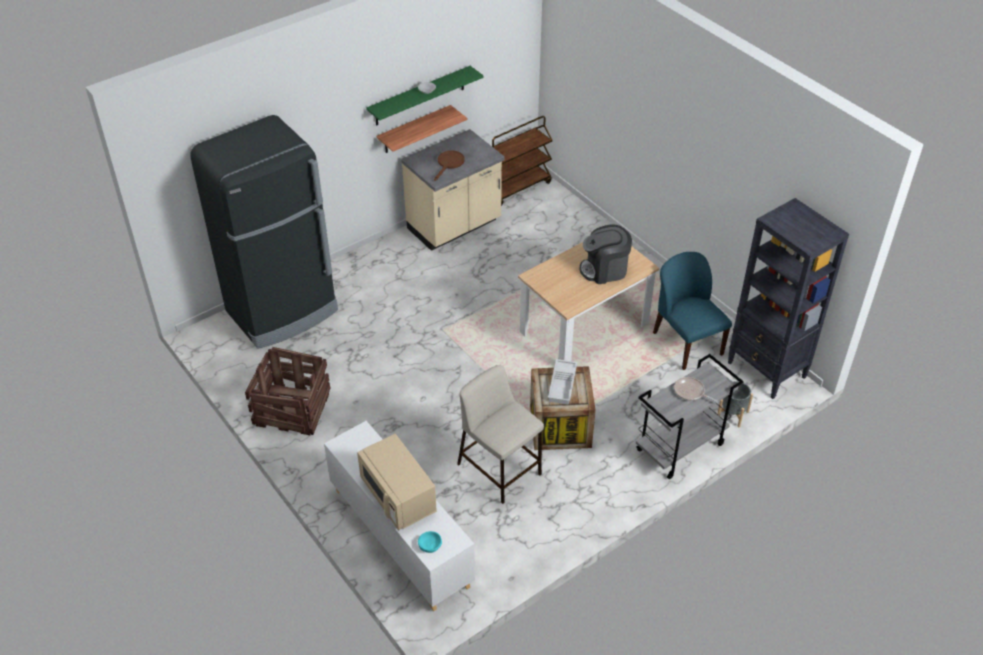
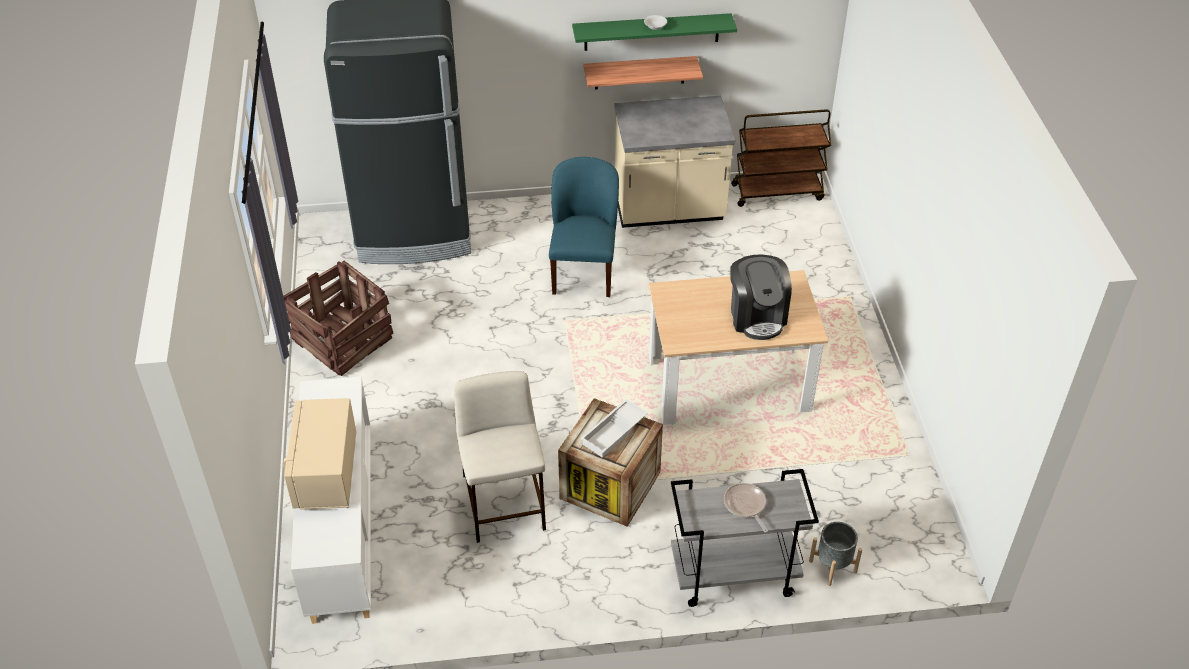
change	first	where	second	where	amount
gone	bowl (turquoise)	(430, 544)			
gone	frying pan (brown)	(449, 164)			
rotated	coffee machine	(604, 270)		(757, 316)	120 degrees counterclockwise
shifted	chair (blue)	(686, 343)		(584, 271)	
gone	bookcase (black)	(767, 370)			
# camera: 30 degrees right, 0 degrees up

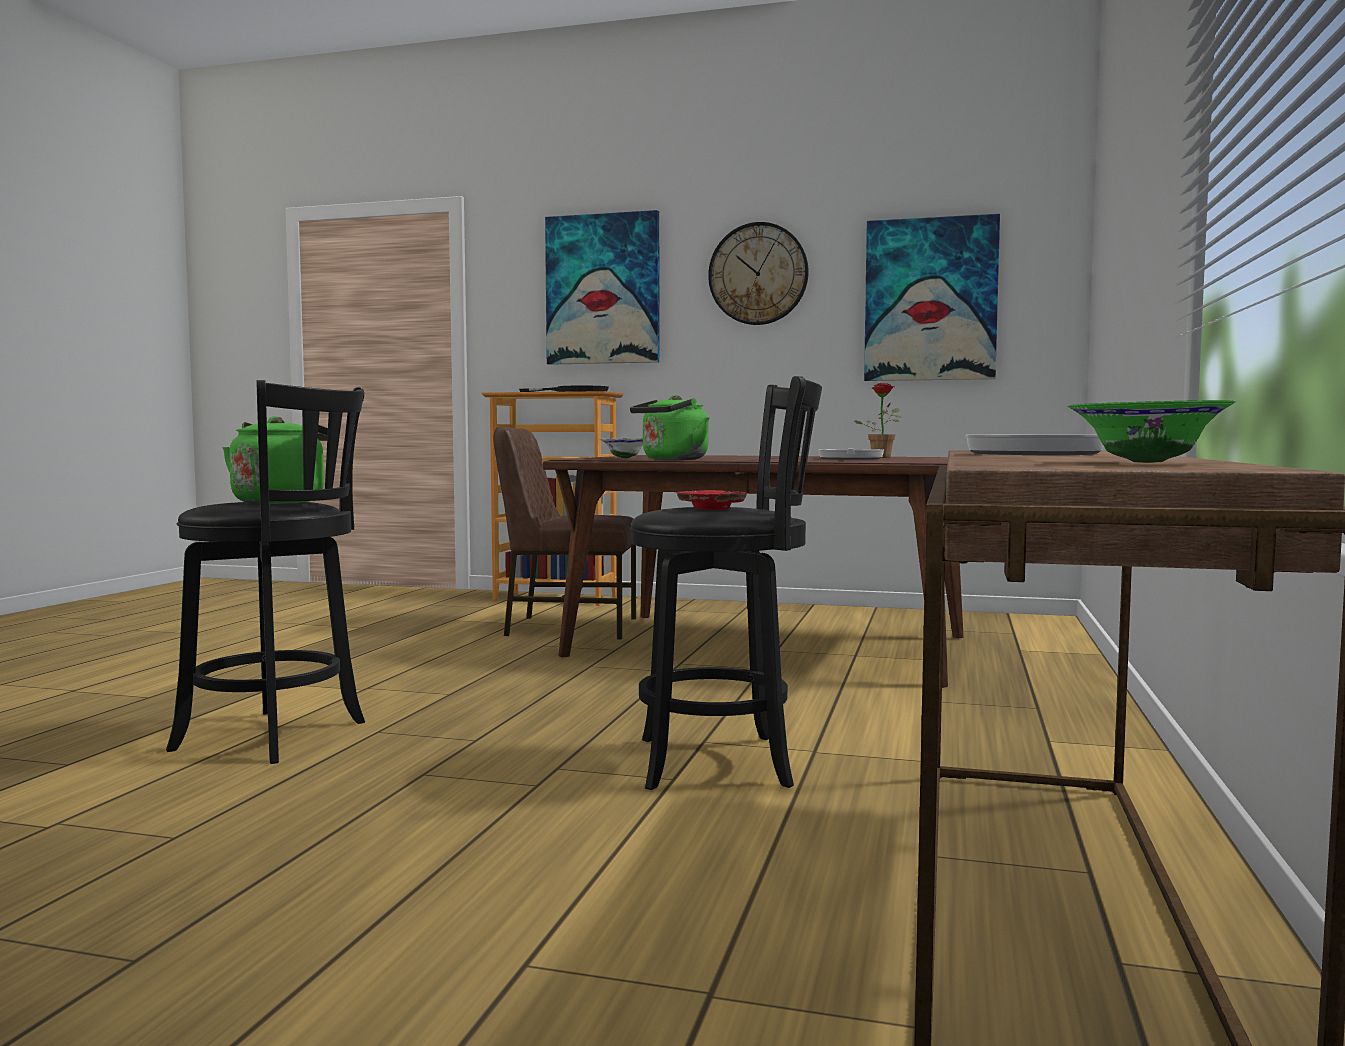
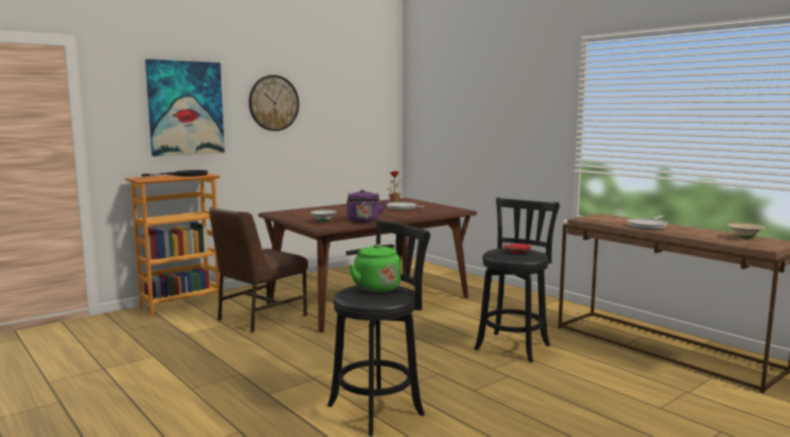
change	first	where	second	where	amount
repainted	kettle (green)	(672, 459)	kettle (purple)	(363, 221)	
gone	picture	(930, 300)			
repainted	bowl (green)	(1147, 462)	bowl (beige)	(744, 238)	
# camera: 55 degrees left, 5 degrees up

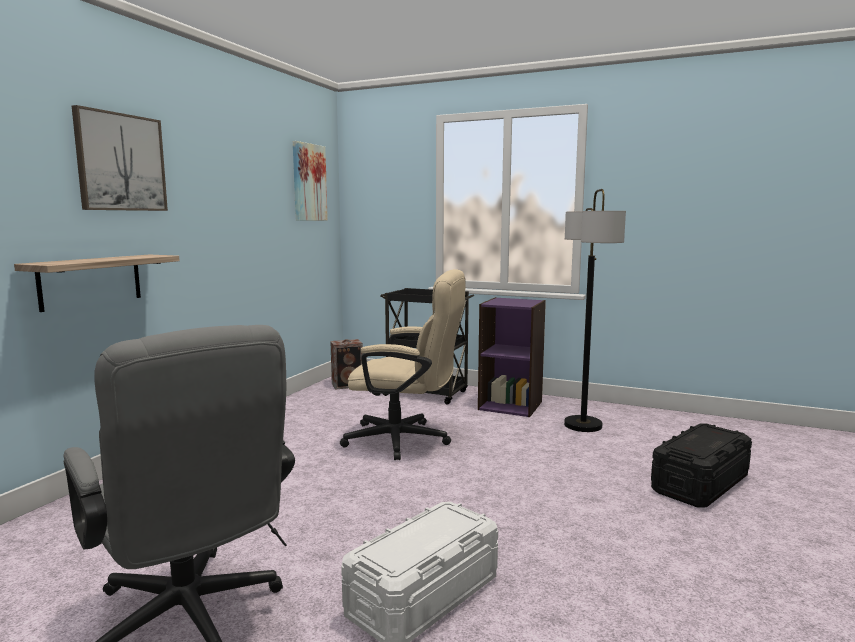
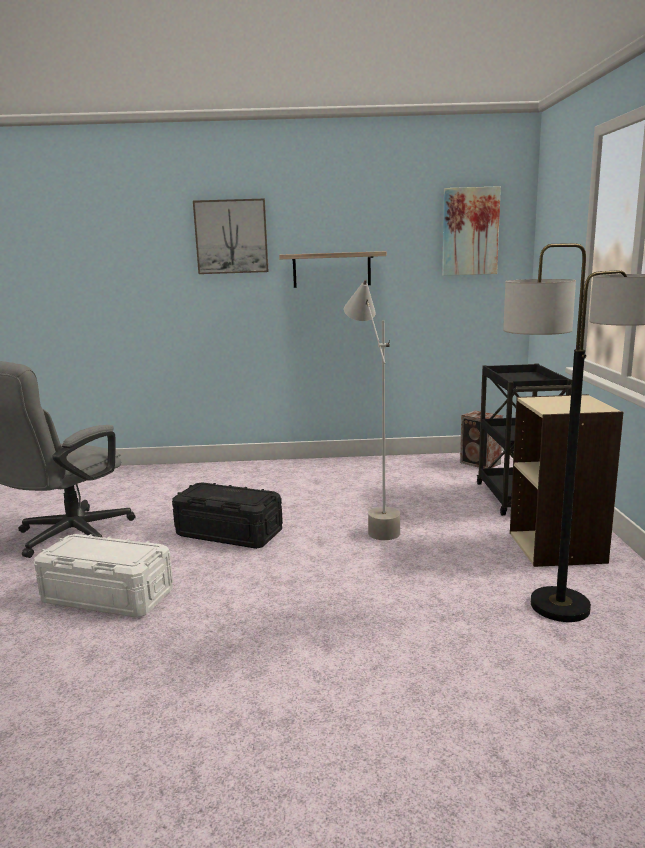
change	first	where	second	where	amount
shifted	shelf	(91, 281)		(331, 269)	
swapped	office chair (beige)	(406, 440)	floor lamp (grey)	(373, 522)	
repainted	bookcase (purple)	(510, 405)	bookcase (beige)	(557, 547)	
shifted	storage box (black)	(700, 483)		(229, 533)	
# camera: 65 degrees right, 5 degrees up

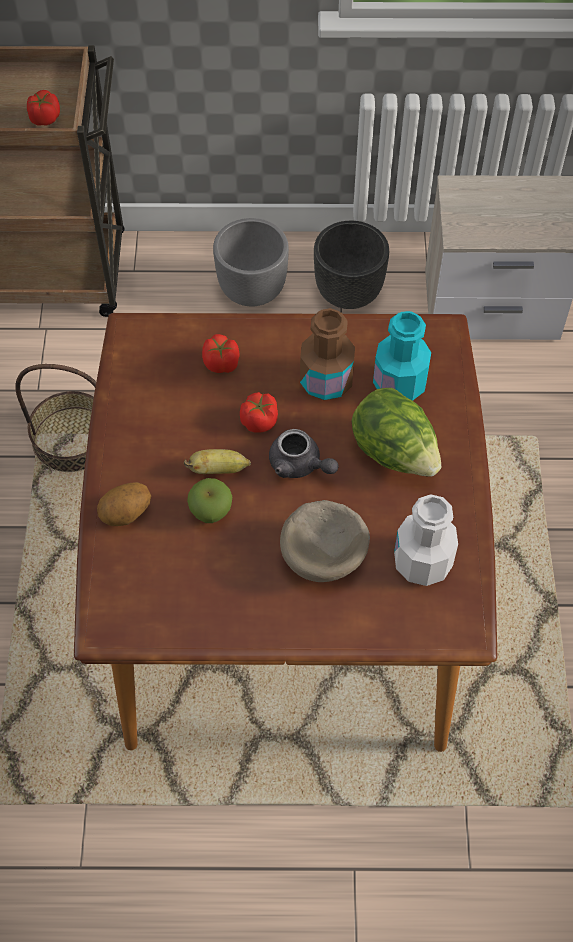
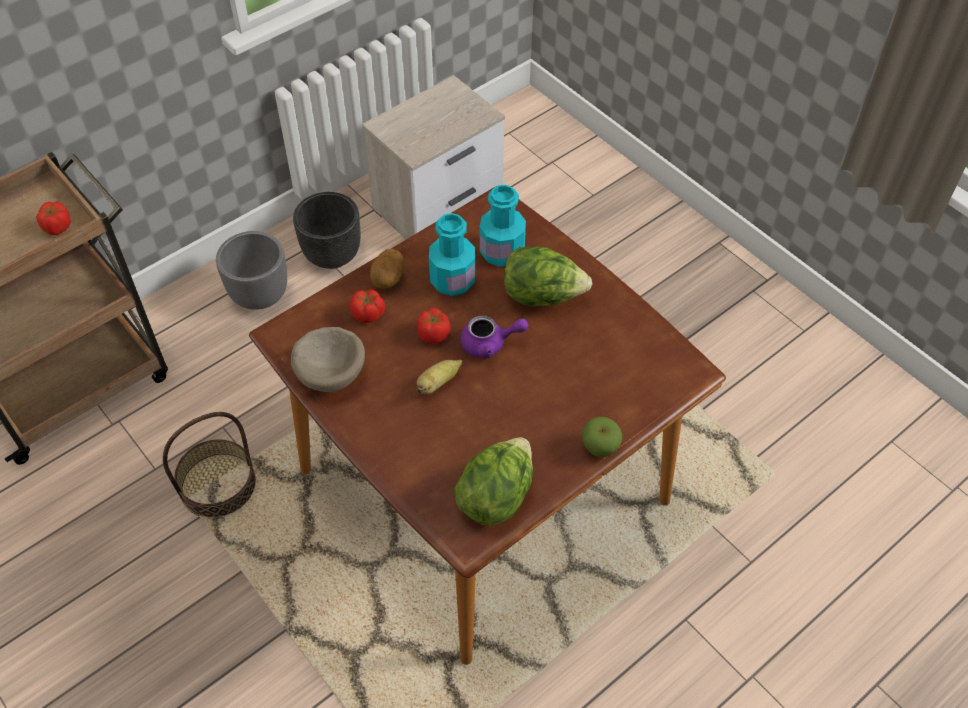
change	first	where	second	where	amount
shifted	potato	(126, 514)		(389, 279)	
shifted	apple	(211, 512)		(600, 448)	
repainted	teapot (grey)	(300, 465)	teapot (purple)	(490, 344)	
shifted	bowl (beige)	(325, 555)		(332, 373)	
repainted	bottle (brown)	(326, 381)	bottle (turquoise)	(452, 280)	
gone	bottle (white)	(422, 562)			
new			lettuce	(496, 496)	
# camera: 40 degrees left, 5 degrees down

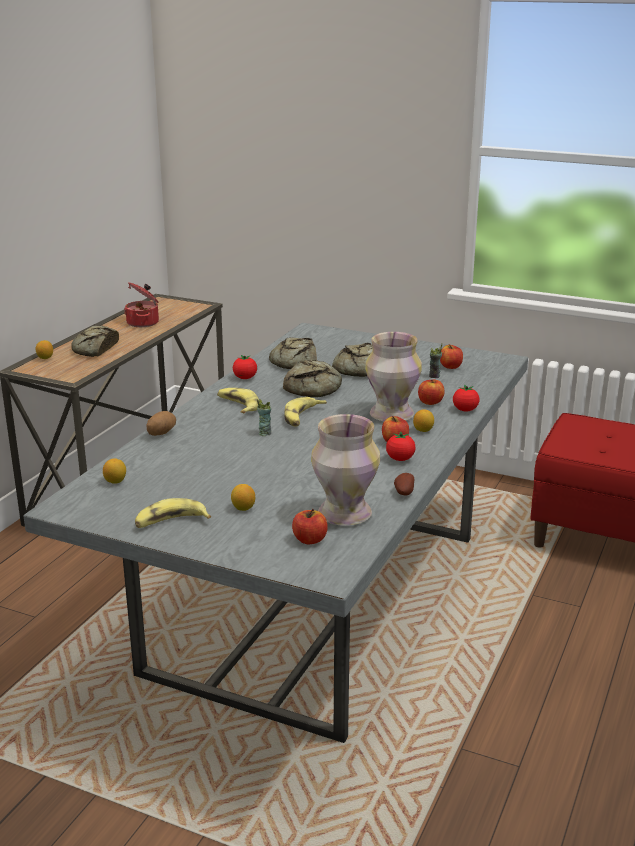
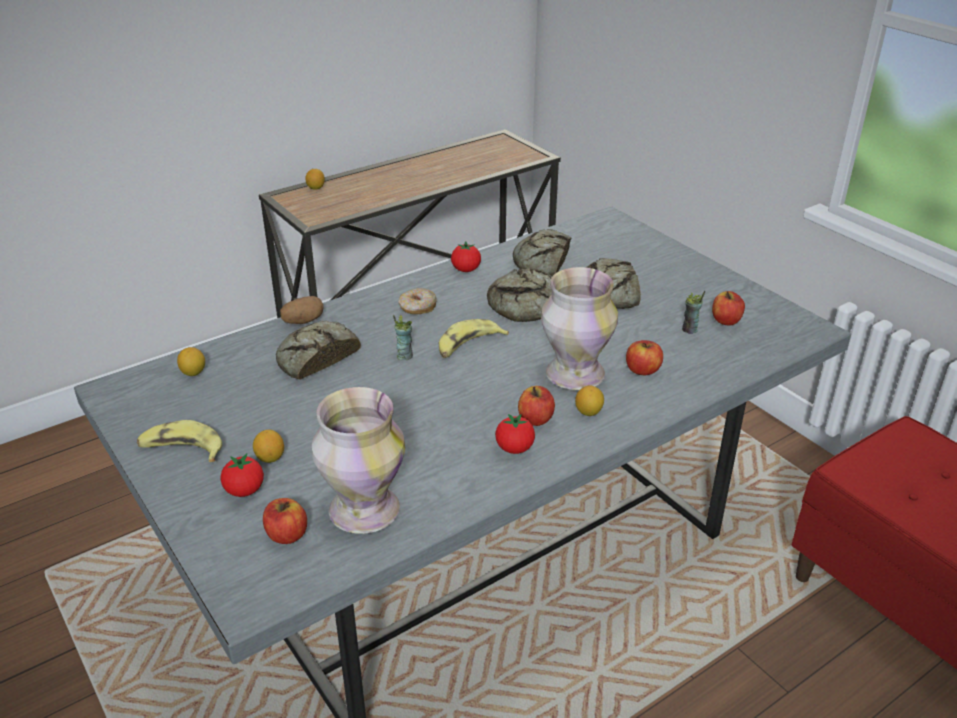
change	first	where	second	where	amount
shifted	bread	(95, 349)		(315, 357)	
gone	cooking pot	(144, 322)			
swapped	banana	(238, 406)	donut	(417, 307)	
gone	potato	(403, 492)			
shifted	tomato	(465, 410)		(244, 490)	
# camera: 30 degrees right, 10 degrees up

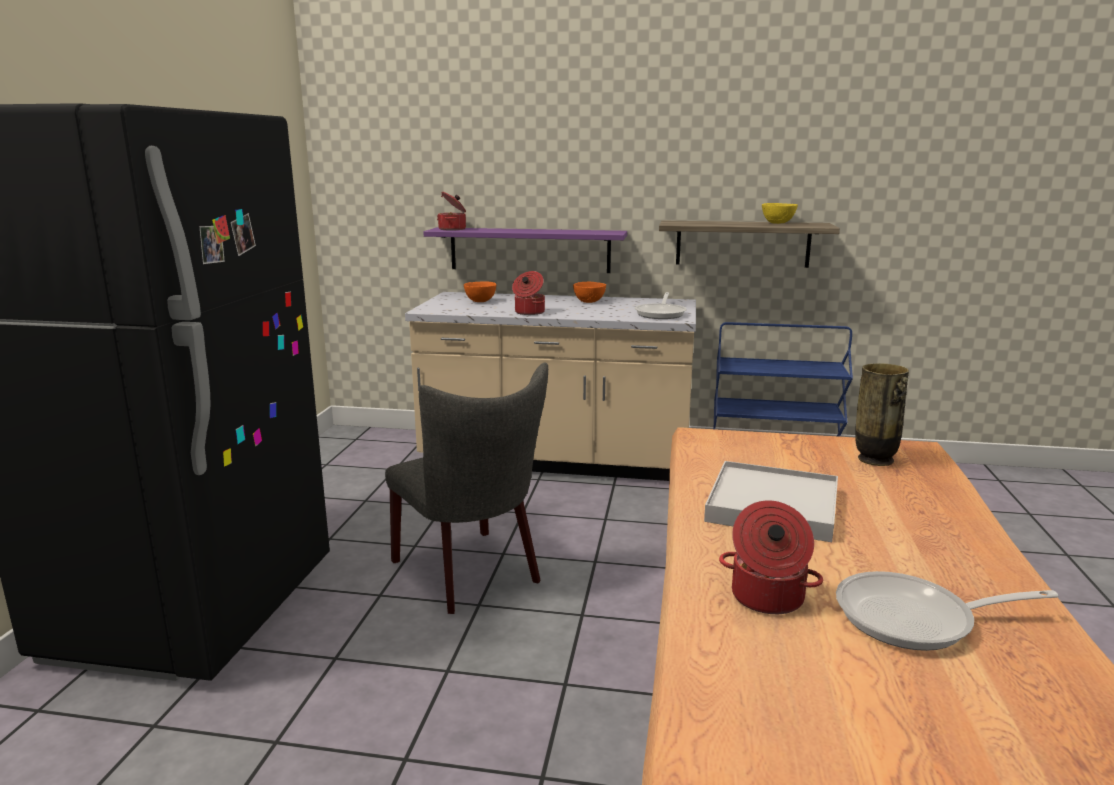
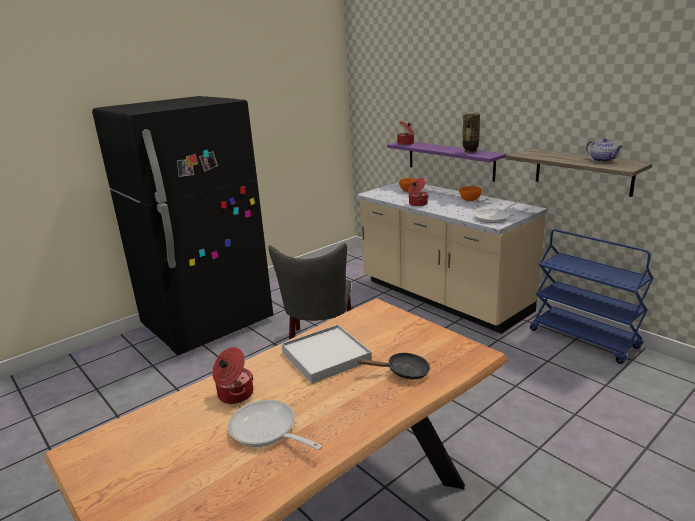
change	first	where	second	where	amount
swapped	bowl (yellow)	(778, 223)	teapot	(602, 160)	
shifted	vase	(875, 460)		(470, 151)	
new			frying pan (black)	(403, 372)	
# camera: 40 degrees right, 5 degrees up

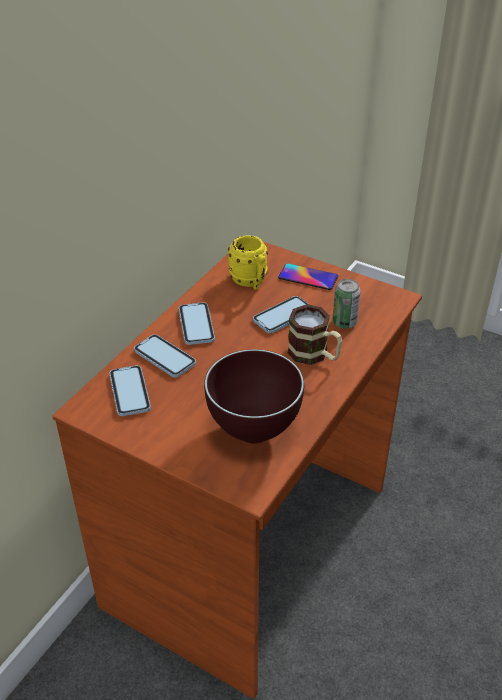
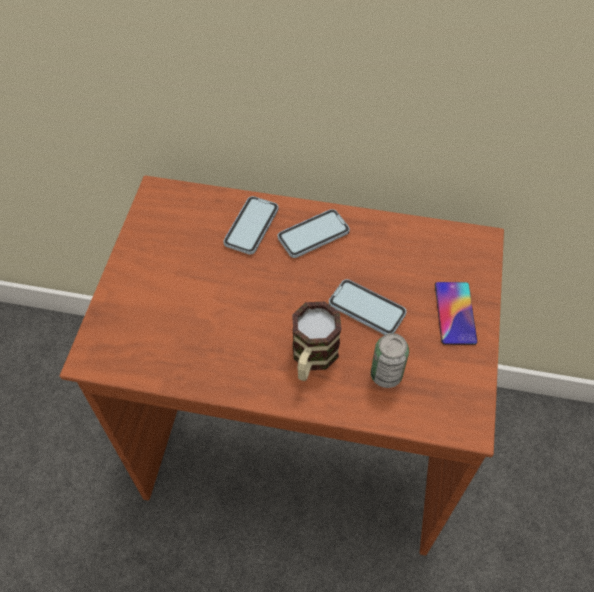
change	first	where	second	where	amount
gone	phone	(130, 392)			
gone	bowl (brown)	(251, 432)			
gone	mug (yellow)	(251, 282)			
# camera: 70 degrees right, 15 degrees up

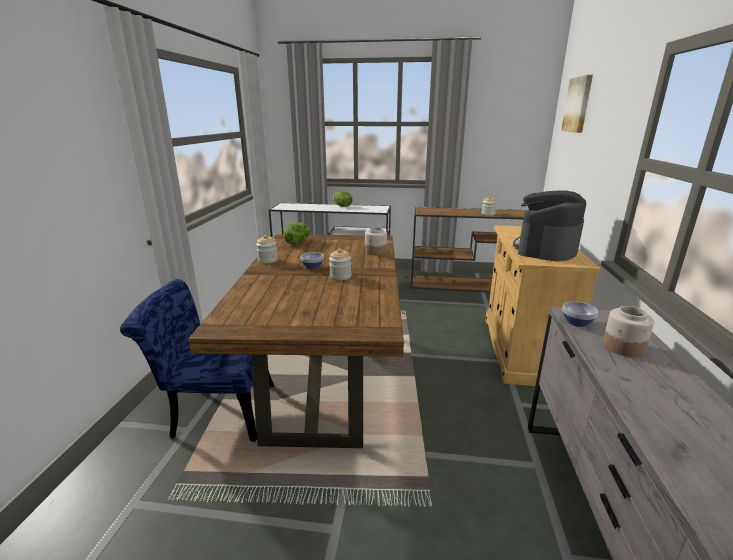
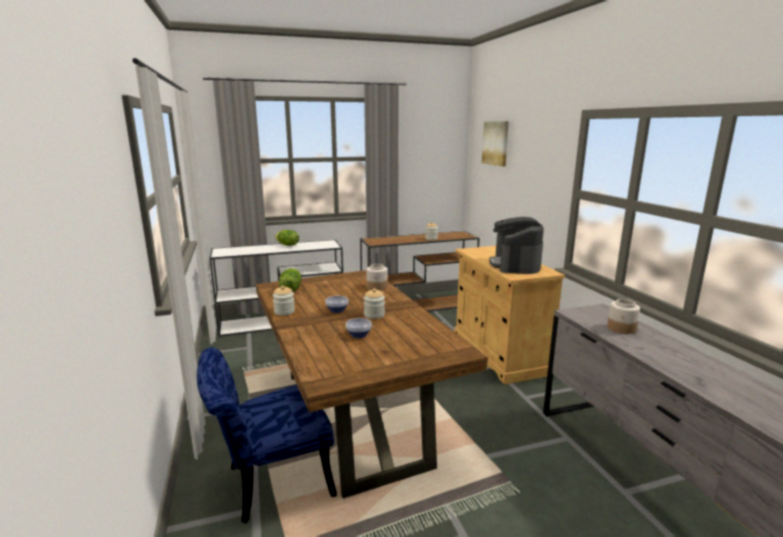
change	first	where	second	where	amount
shifted	bowl	(578, 323)		(359, 335)	
# camera: 25 degrees left, 5 degrees down

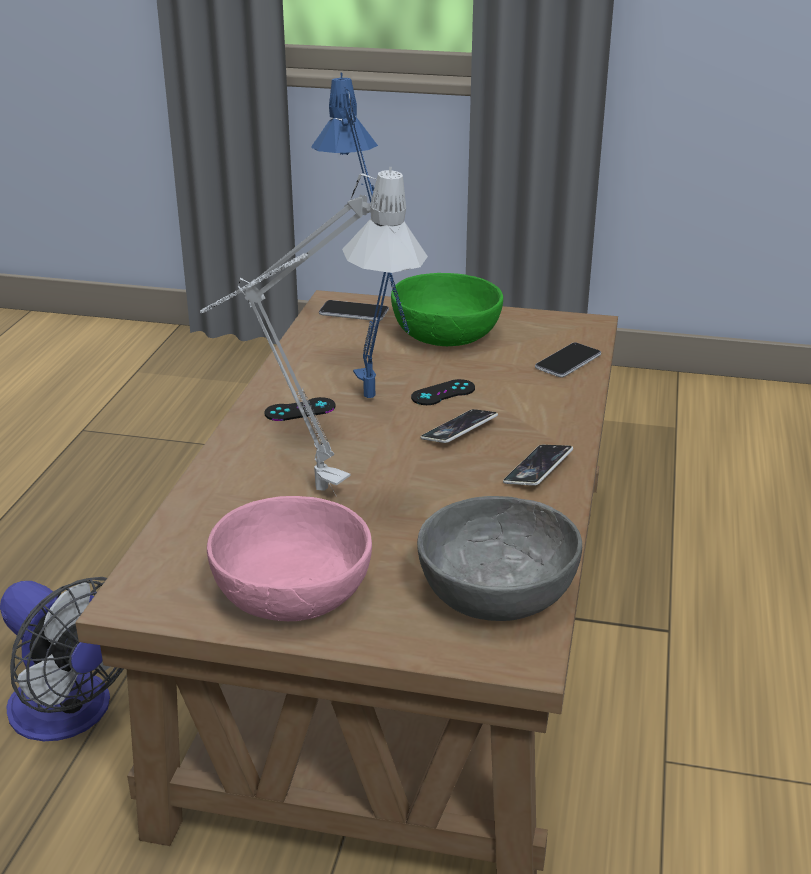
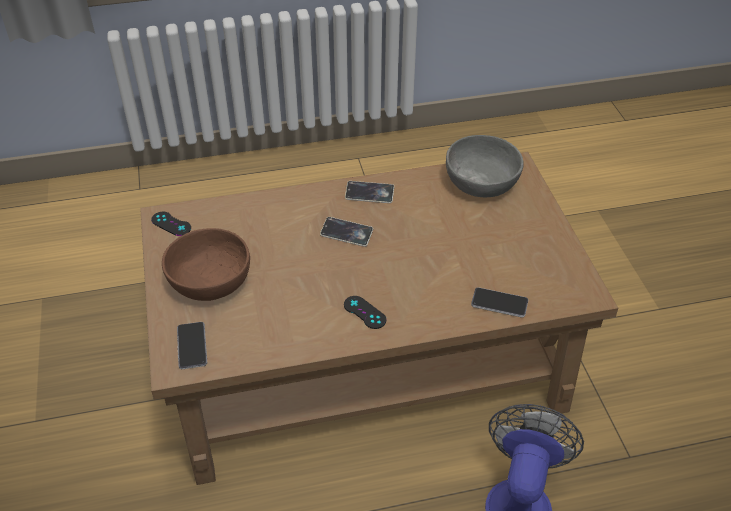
change	first	where	second	where	amount
gone	table lamp (grey)	(307, 486)			
gone	bowl (pink)	(293, 591)			
gone	table lamp (blue)	(374, 407)			
repainted	bowl (green)	(446, 333)	bowl (brown)	(209, 281)	
shifted	game controller (black)	(443, 393)		(171, 224)	
shifted	phone	(568, 361)		(499, 303)	
# camera: 115 degrees left, 15 degrees up

